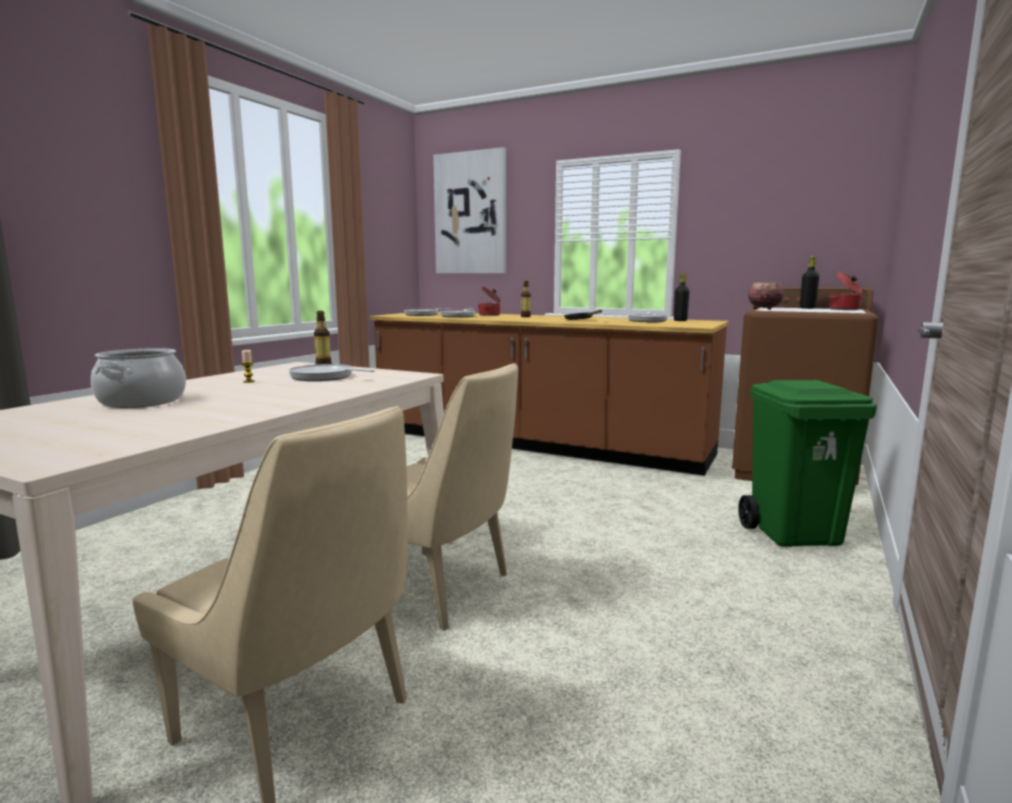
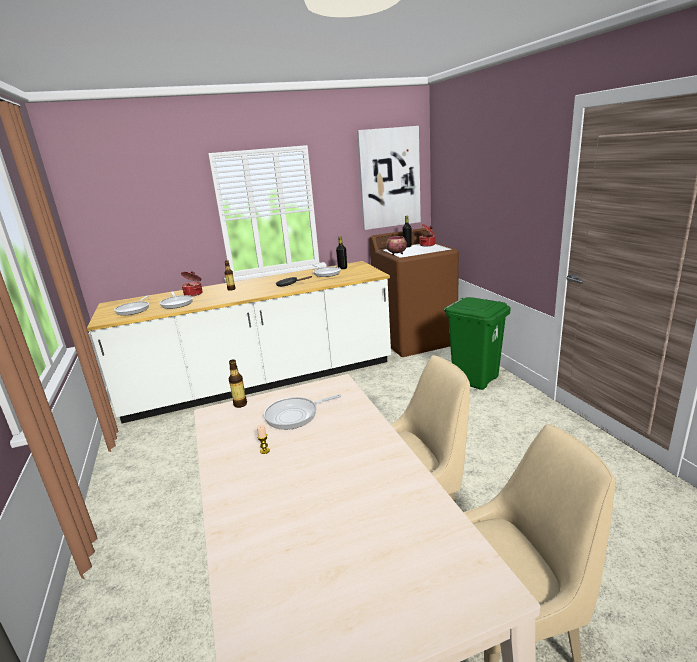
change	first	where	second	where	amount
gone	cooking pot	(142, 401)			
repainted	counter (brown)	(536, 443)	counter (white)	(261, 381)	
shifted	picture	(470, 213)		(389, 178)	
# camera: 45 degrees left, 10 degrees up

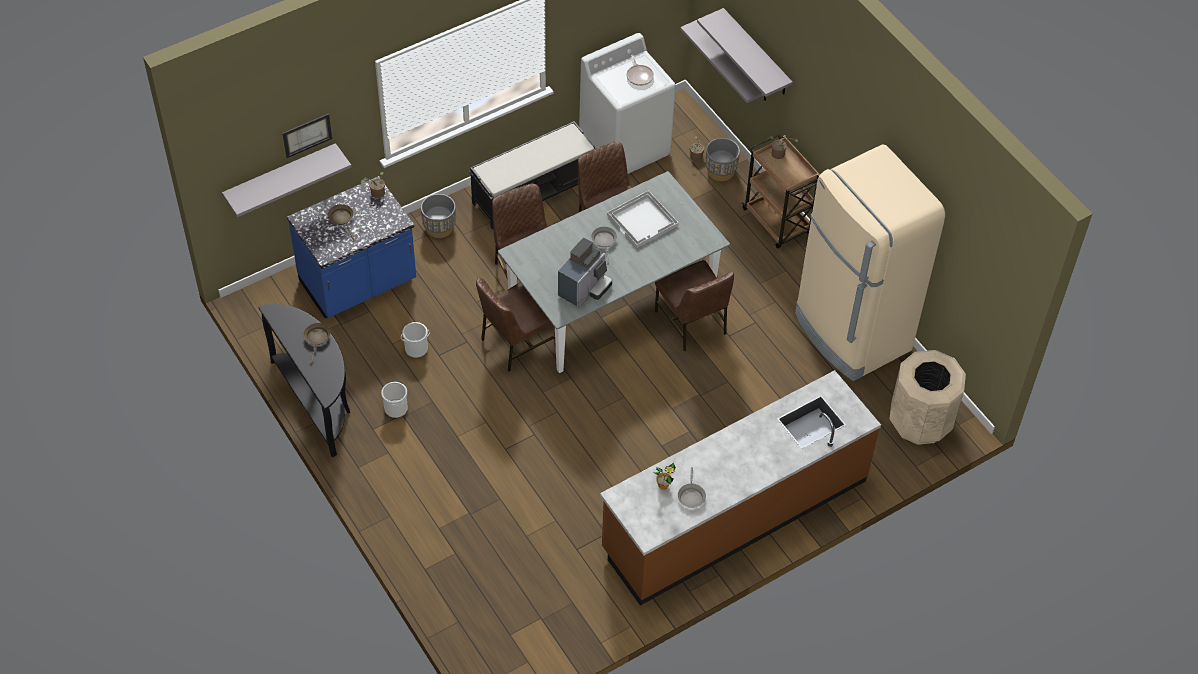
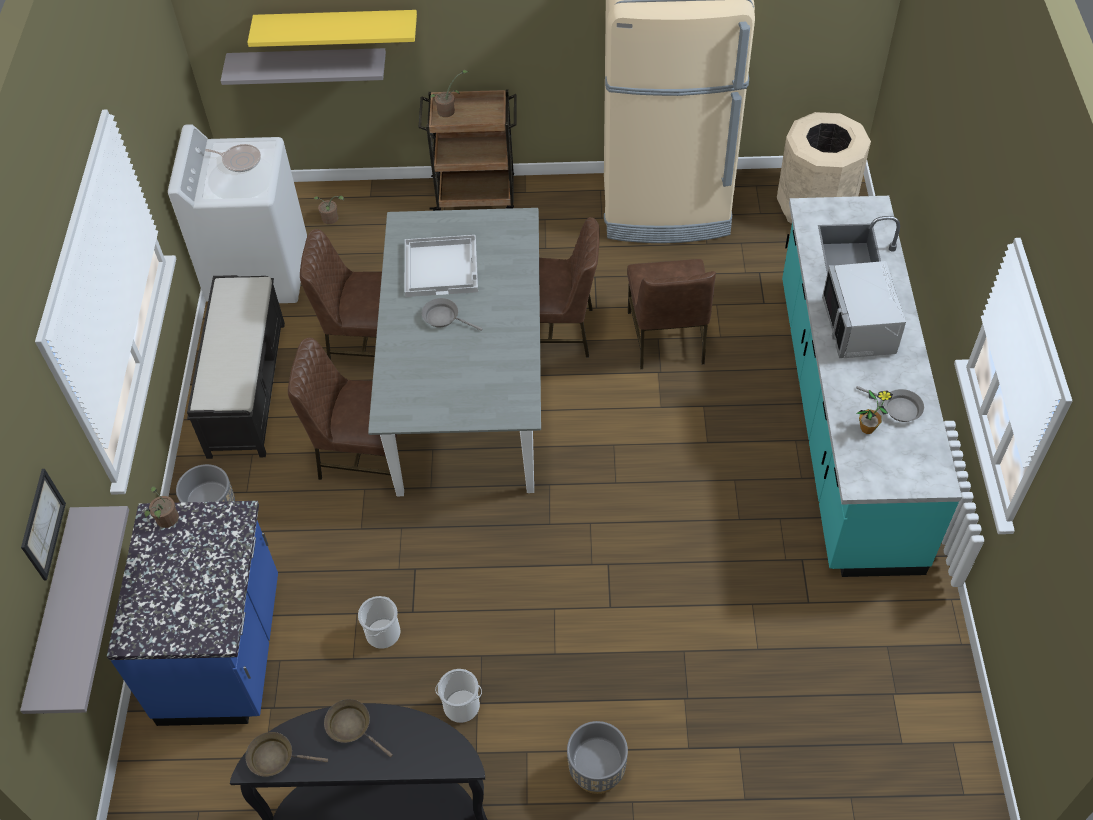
change	first	where	second	where	amount
shifted	frying pan (brown)	(342, 219)		(275, 757)	
shifted	chair (brown)	(517, 342)		(667, 338)	
gone	coffee machine	(585, 288)			
repainted	counter (brown)	(734, 514)	counter (turquoise)	(844, 420)	
repainted	shelf (grey)	(756, 53)	shelf (yellow)	(337, 27)	
shifted	planter (grey)	(720, 171)		(596, 771)	
new			microwave (grey)	(860, 327)	
# camera: 55 degrees left, 0 degrees up

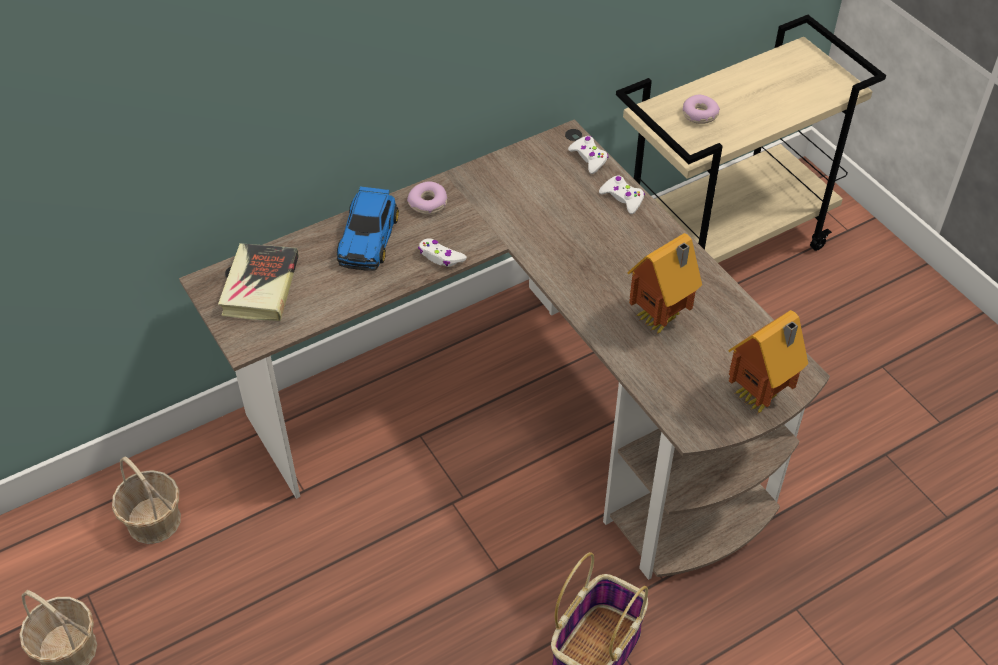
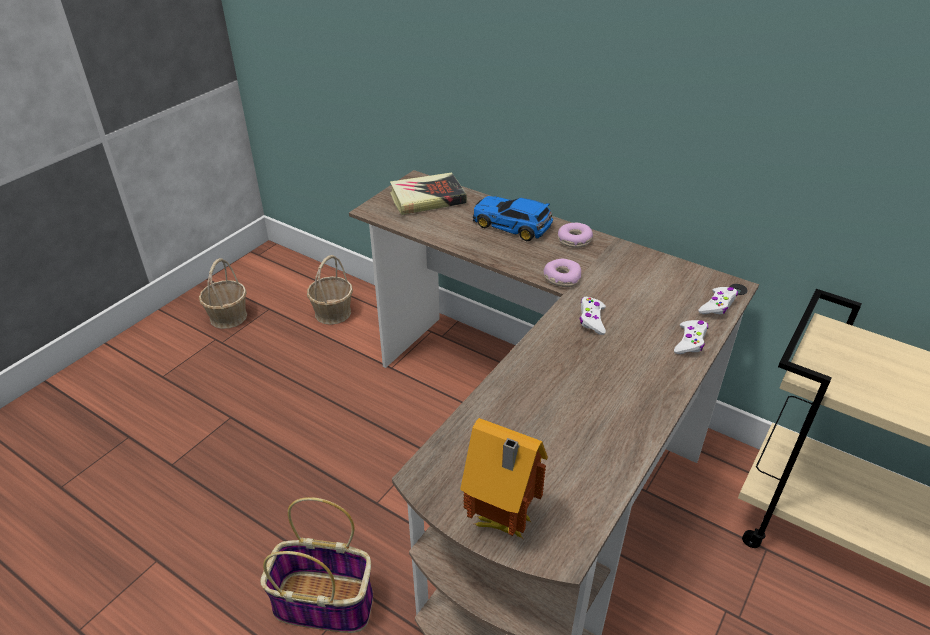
change	first	where	second	where	amount
rotated	toy car	(369, 237)		(513, 226)	45 degrees clockwise
shifted	game controller (white)	(441, 257)		(592, 320)	
gone	toy house	(661, 320)			
shifted	donut	(699, 115)		(561, 278)	
# camera: 65 degrees right, 10 degrees down

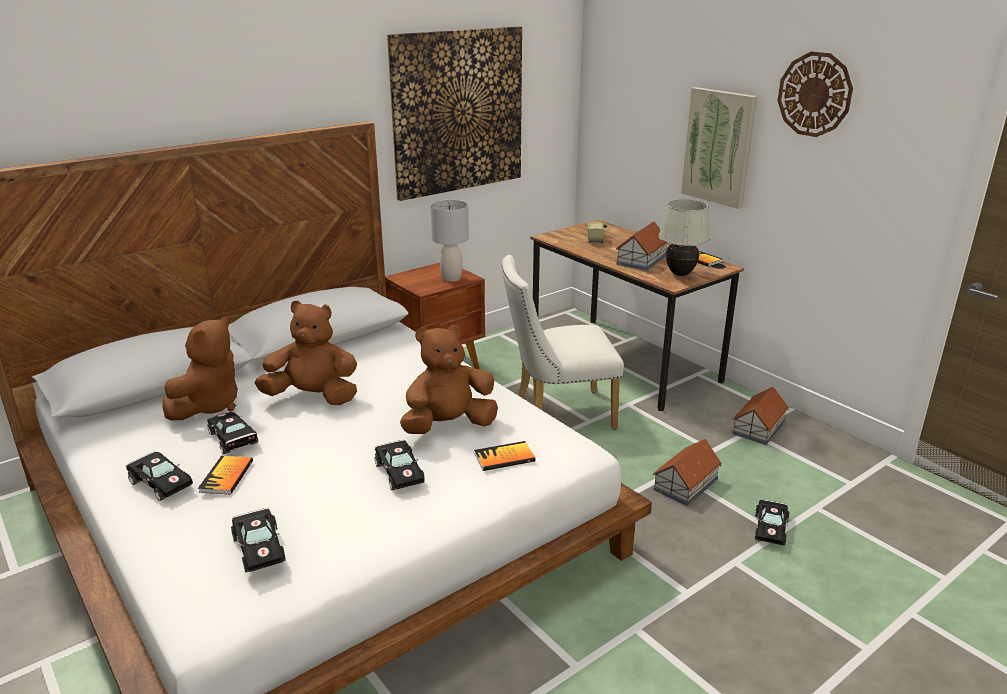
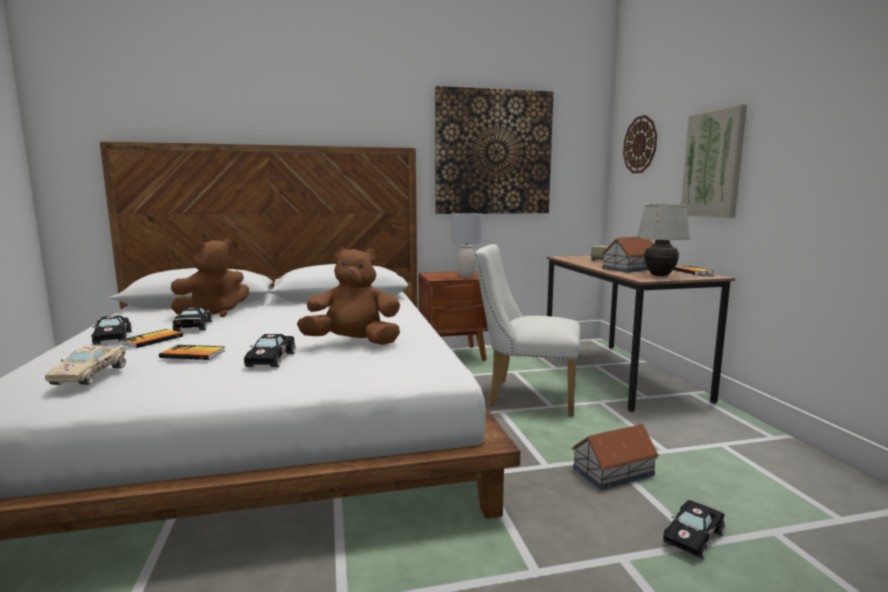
change	first	where	second	where	amount
repainted	toy car (black)	(259, 547)	toy car (beige)	(90, 374)	
gone	plush toy (brown)	(313, 397)			
shifted	book	(504, 458)		(193, 354)	
gone	toy house	(759, 427)			
shifted	wall clock	(814, 94)		(640, 144)	
# camera: 25 degrees right, 15 degrees down

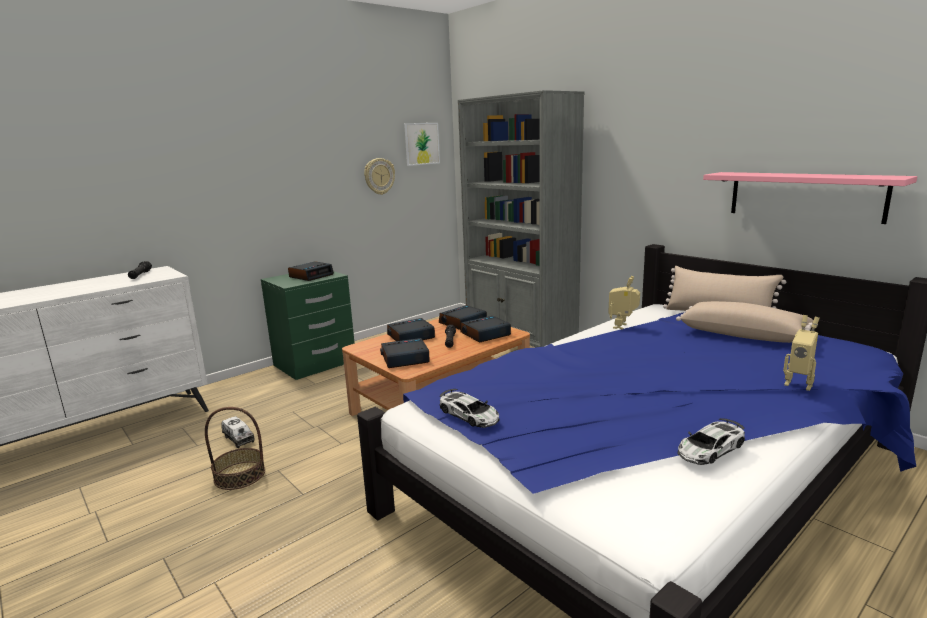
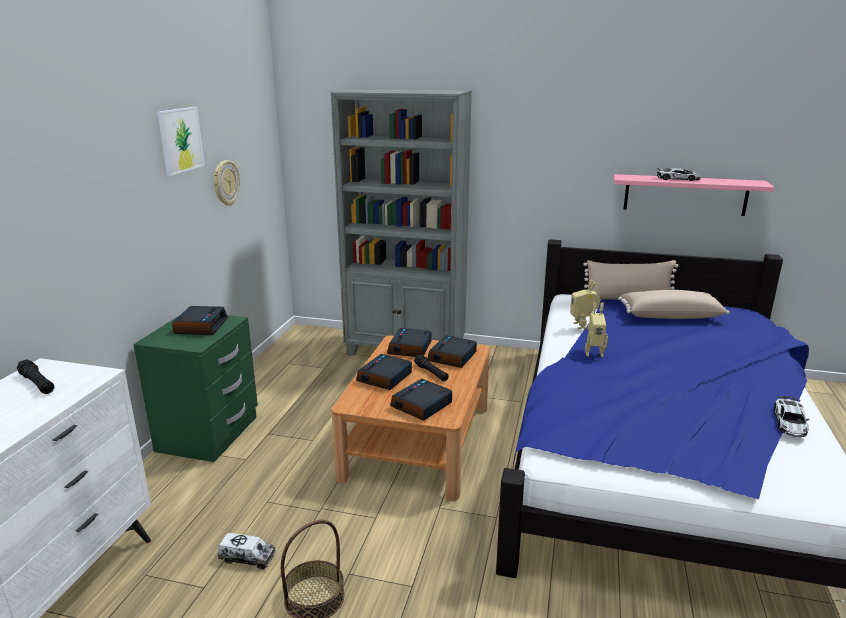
change	first	where	second	where	amount
shifted	picture	(421, 144)		(180, 140)	
shifted	toy car	(469, 415)		(678, 179)	
shifted	toy robot	(799, 384)		(593, 352)	
# camera: 35 degrees left, 5 degrees up

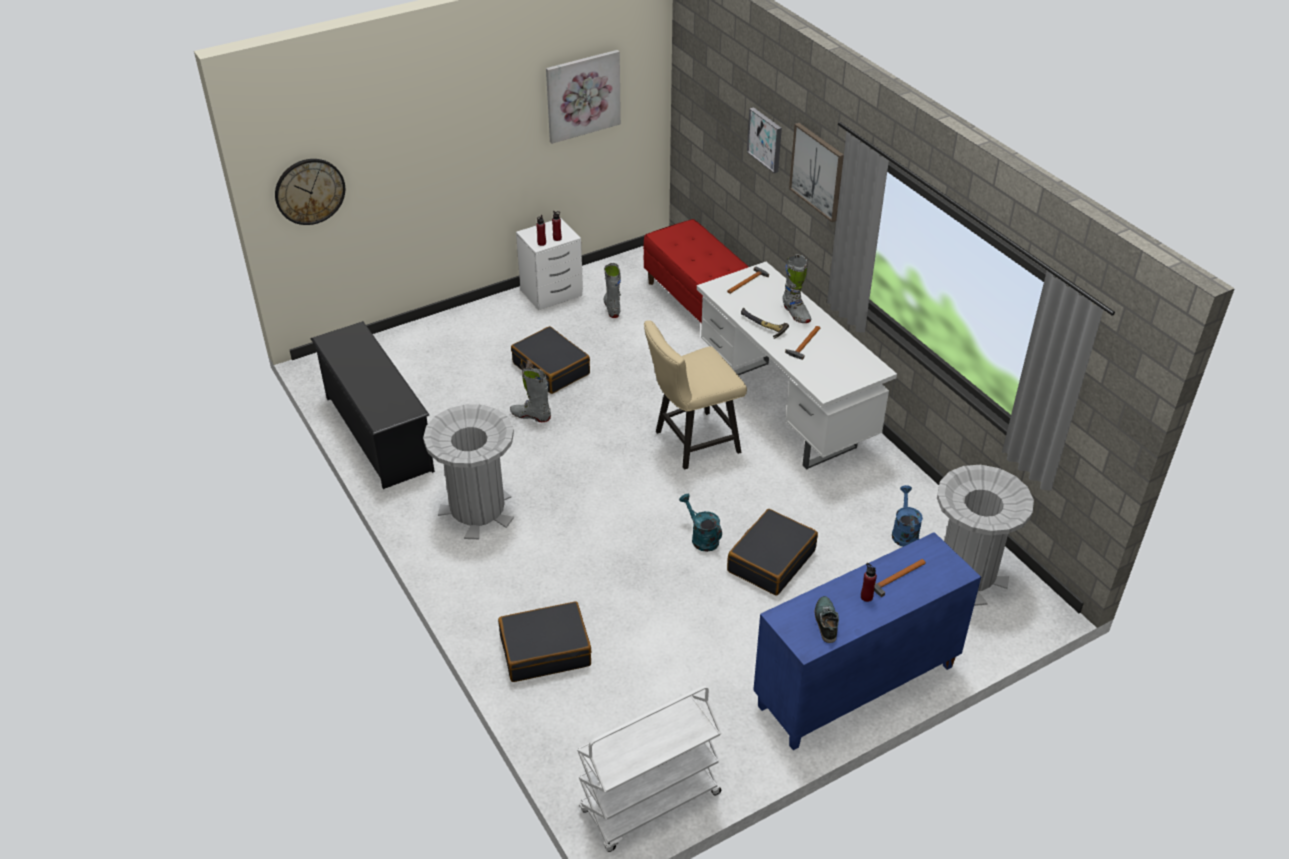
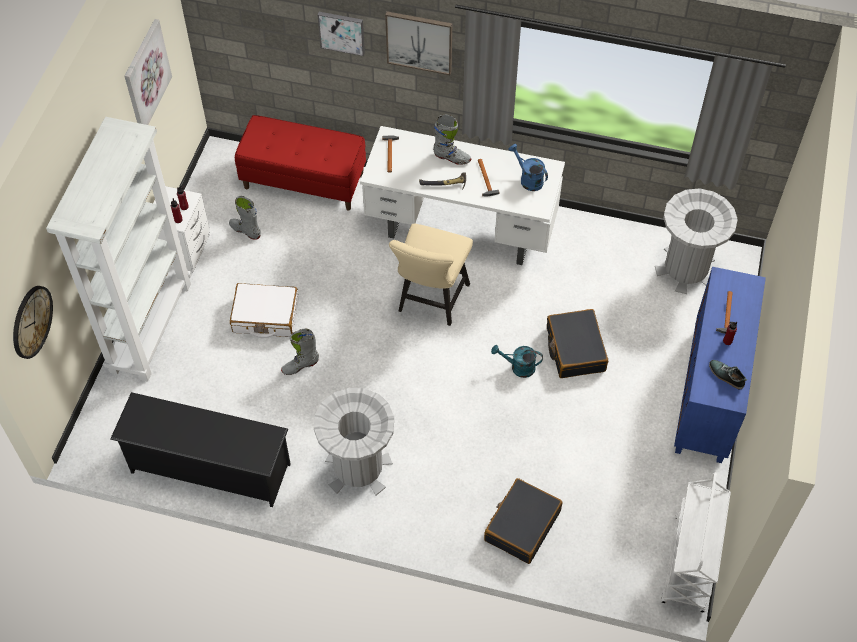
change	first	where	second	where	amount
repainted	suitcase (black)	(550, 369)	suitcase (white)	(265, 316)	
shifted	watering can (blue)	(904, 532)		(528, 179)	
new			bookcase (white)	(150, 326)	
# camera: 45 degrees left, 15 degrees up

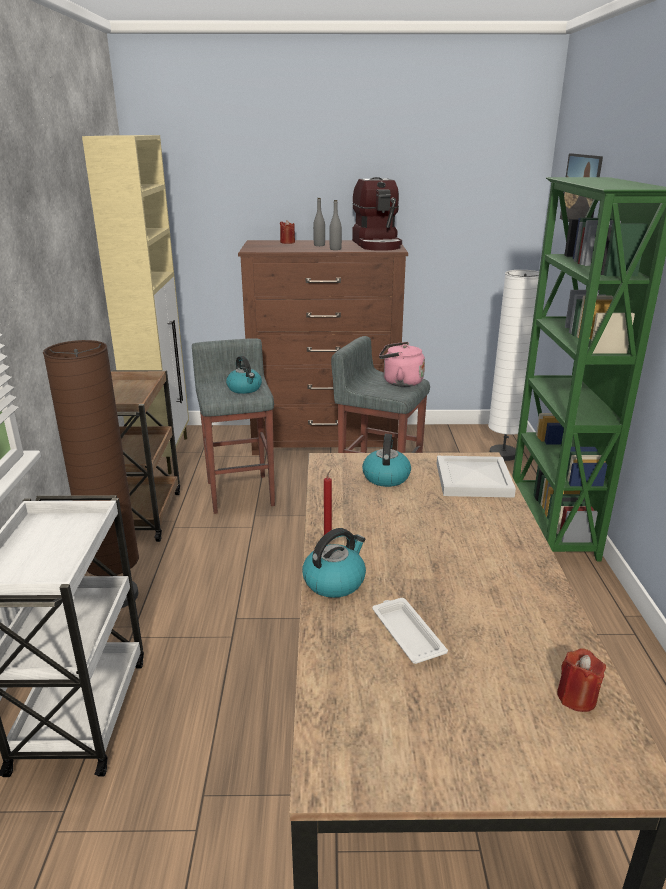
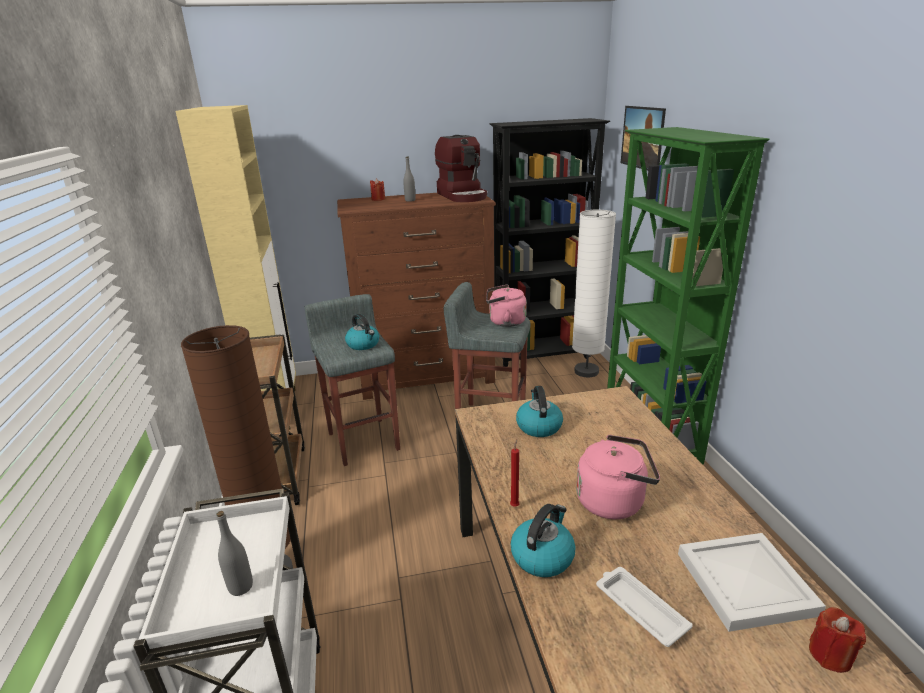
change	first	where	second	where	amount
shifted	bottle (grey)	(335, 249)		(241, 587)	
shifted	tray (white)	(474, 479)		(745, 581)	
new			bookcase (black)	(541, 356)	
new			kettle (pink)	(614, 501)	
# camera: 10 degrees left, 0 degrees up

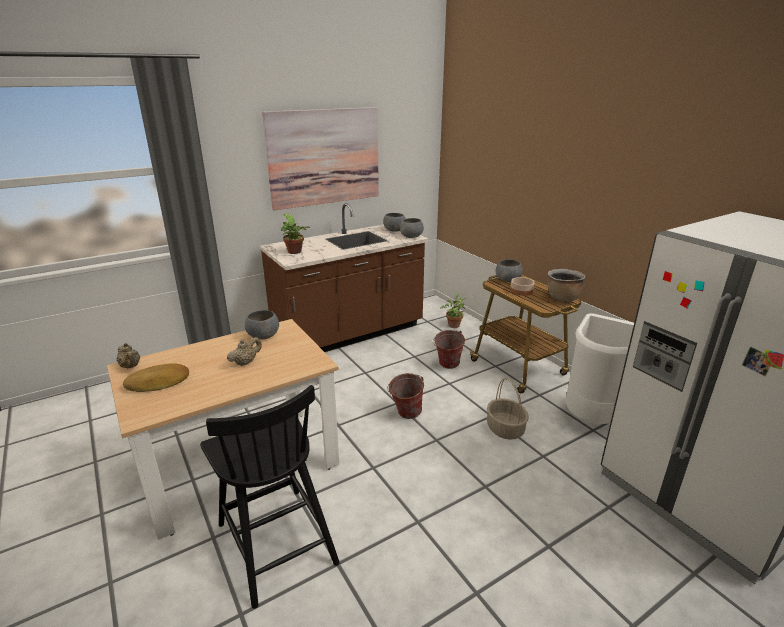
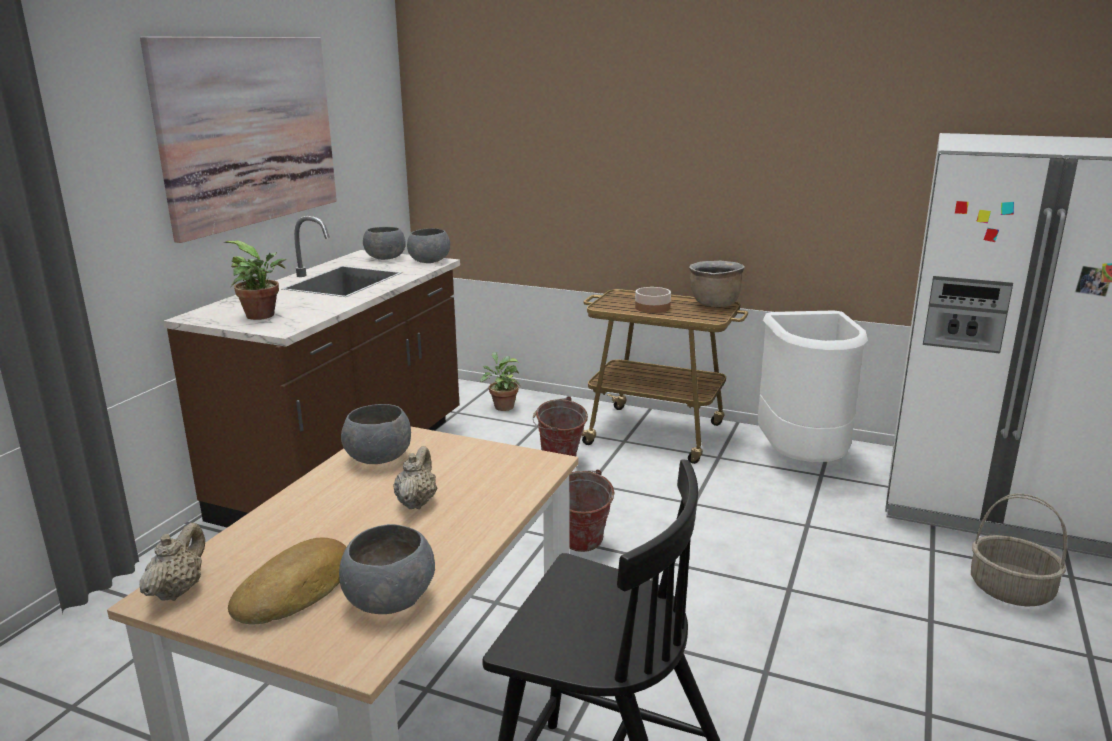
change	first	where	second	where	amount
rotated	teapot (beige)	(131, 366)		(178, 590)	90 degrees counterclockwise
shifted	basket	(505, 429)		(1011, 590)	
shifted	bowl (grey)	(507, 280)		(388, 600)	
# camera: 35 degrees left, 5 degrees down

